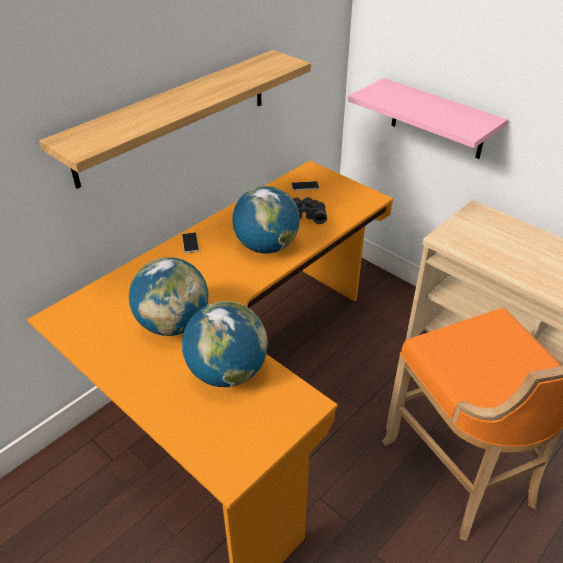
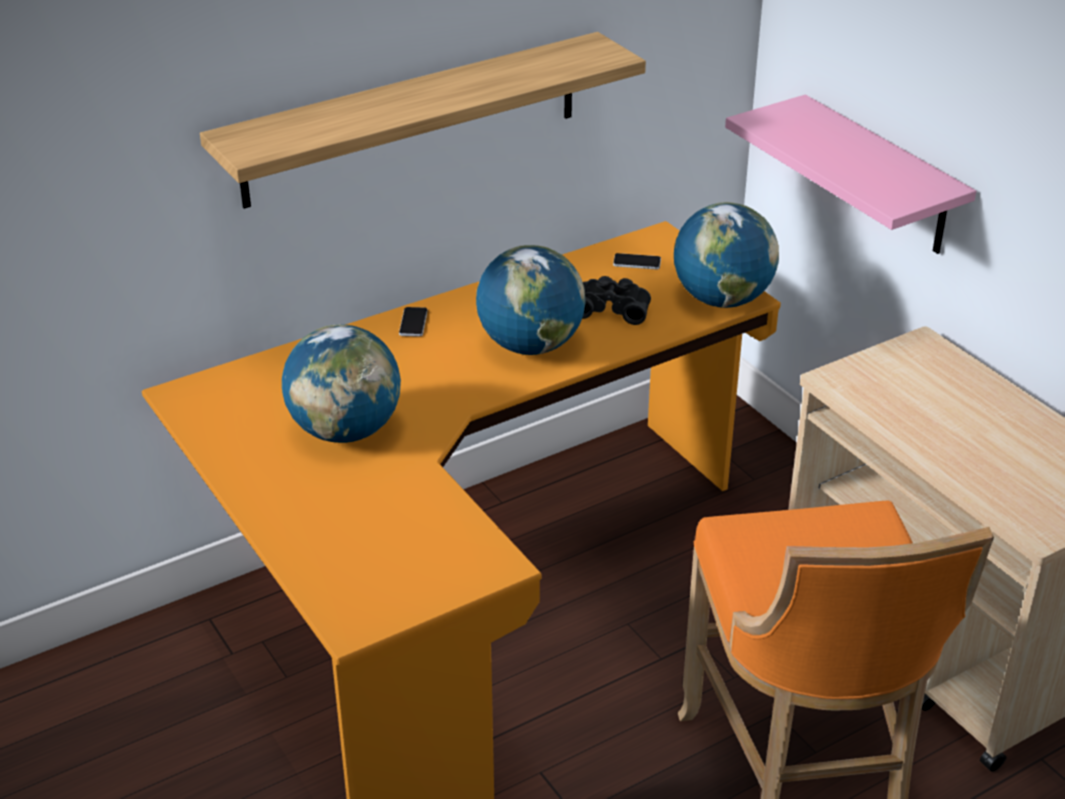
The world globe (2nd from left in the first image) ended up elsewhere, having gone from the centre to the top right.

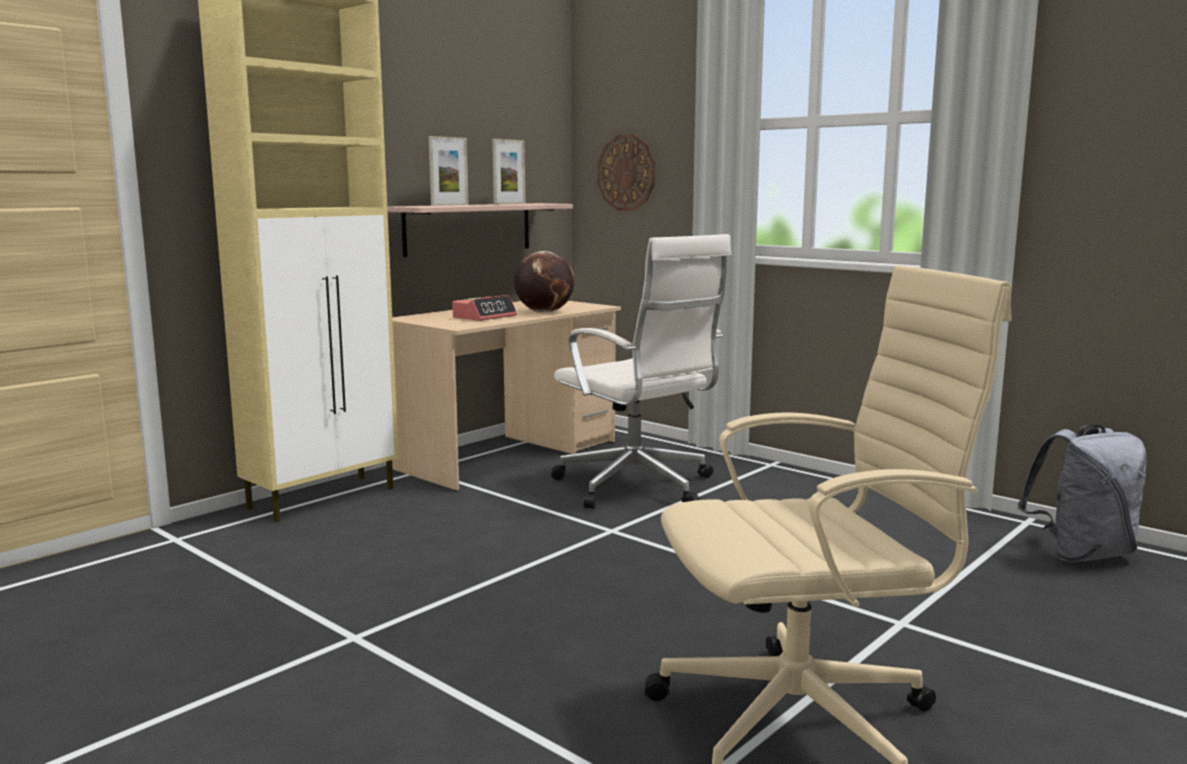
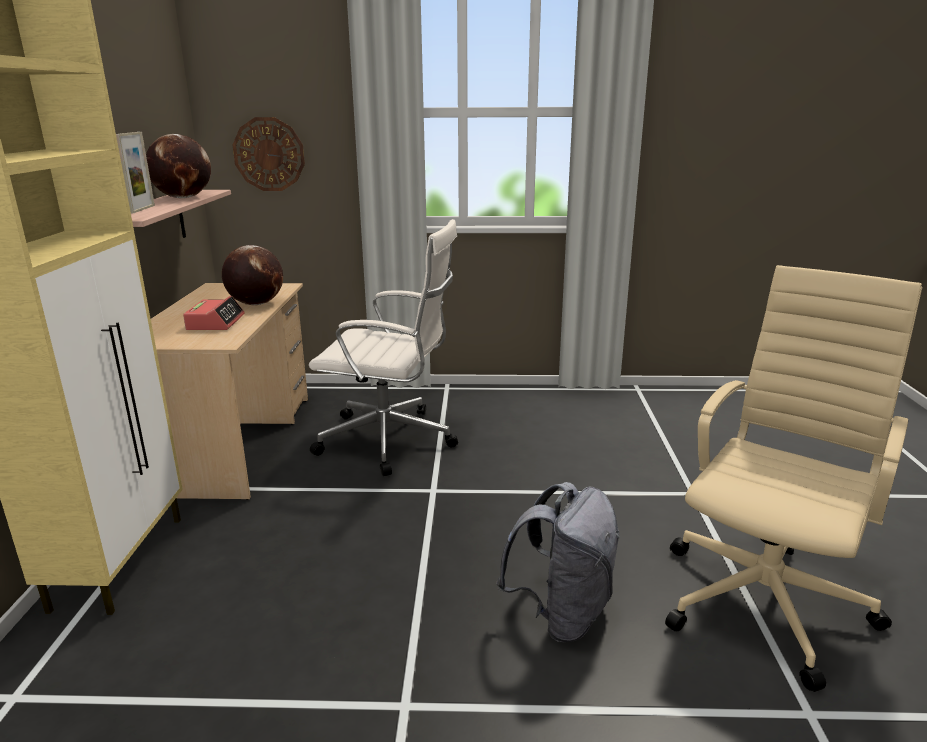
Where the photo frame (2nd from left) stood at the top centre, the world globe (1st from left) came to stand at the top left.
The backpack (greyish) ended up elsewhere, having gone from the middle right to the bottom centre.

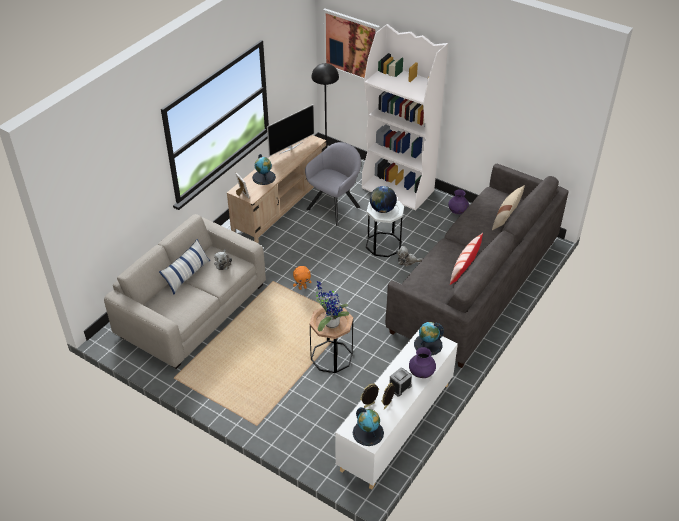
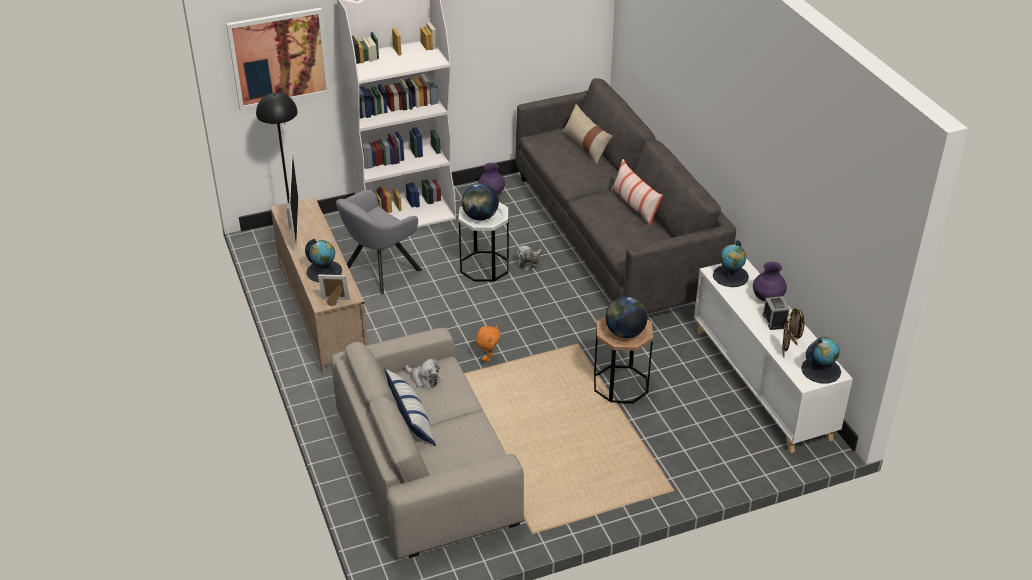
The lounge chair (greyish) at the centre ended up facing another way, 120 degrees counterclockwise from before.
Where the plant in a pot stood at the centre, the world globe (3rd from left) came to stand at the centre.

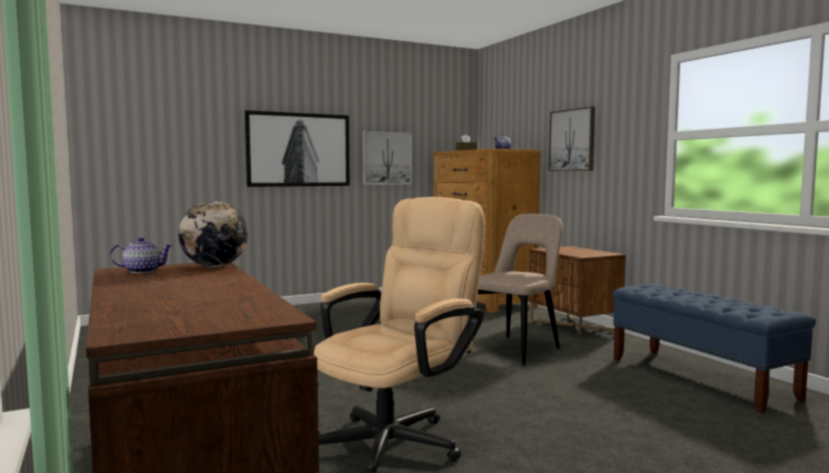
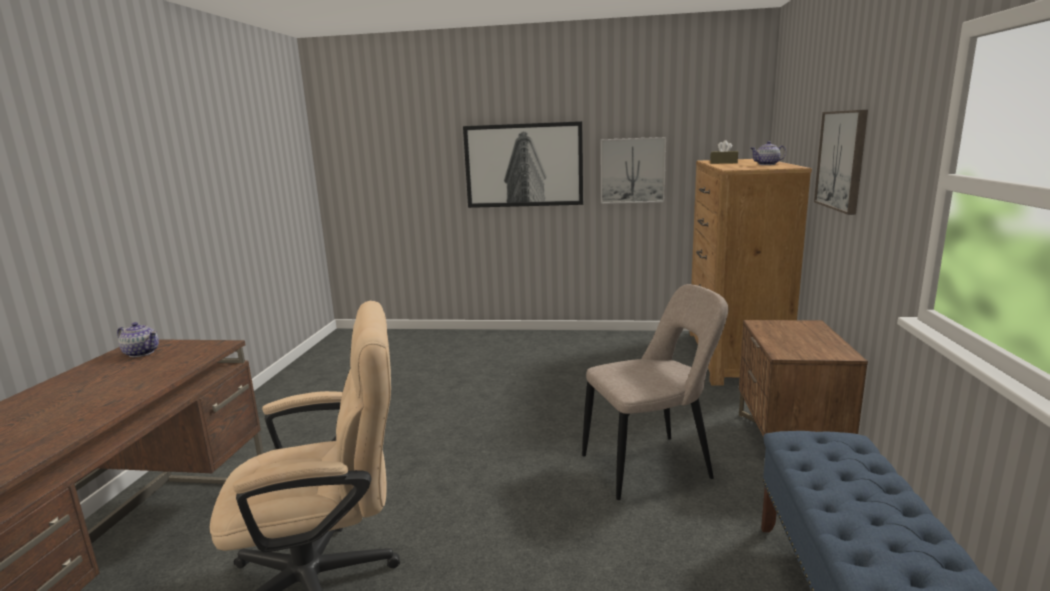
The second view lost the world globe at the middle left.

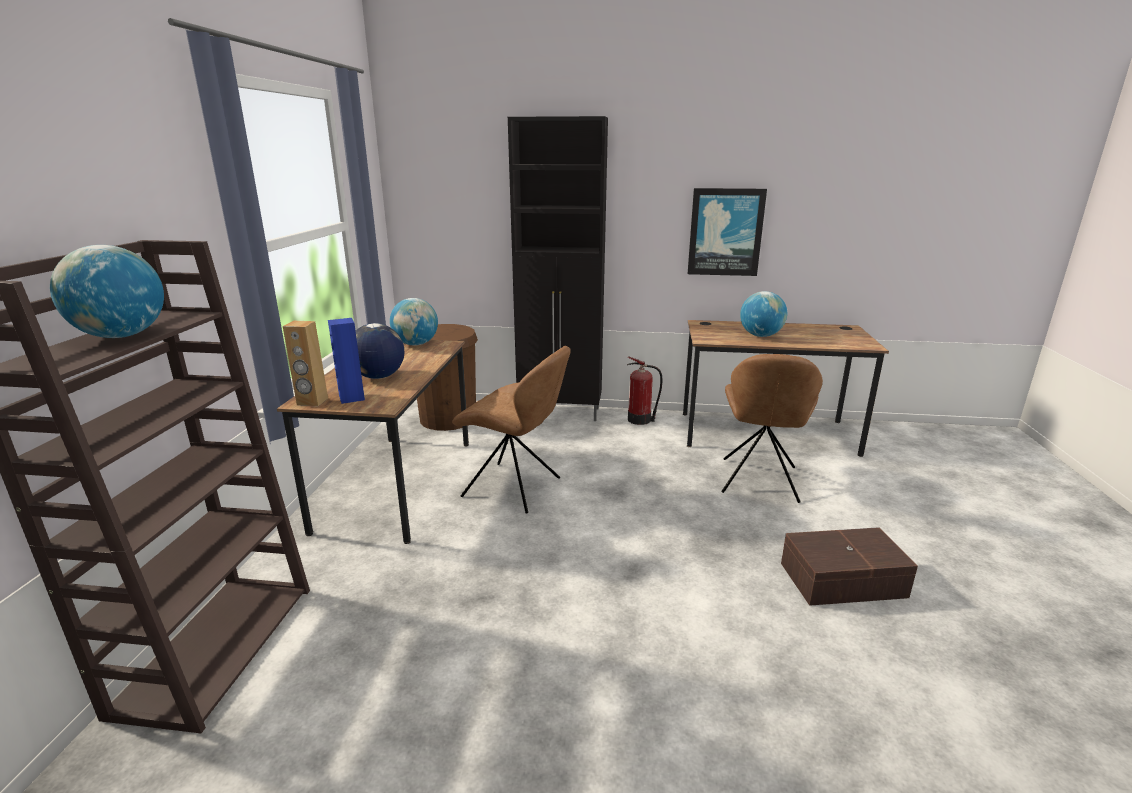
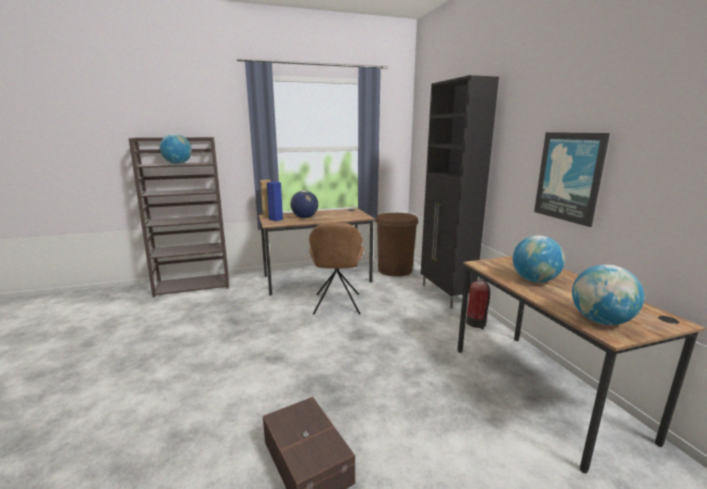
The world globe (3rd from left in the first image) ended up elsewhere, having gone from the centre to the middle right.
The second view lost the upright chair (brown) (2nd from left) at the middle right.

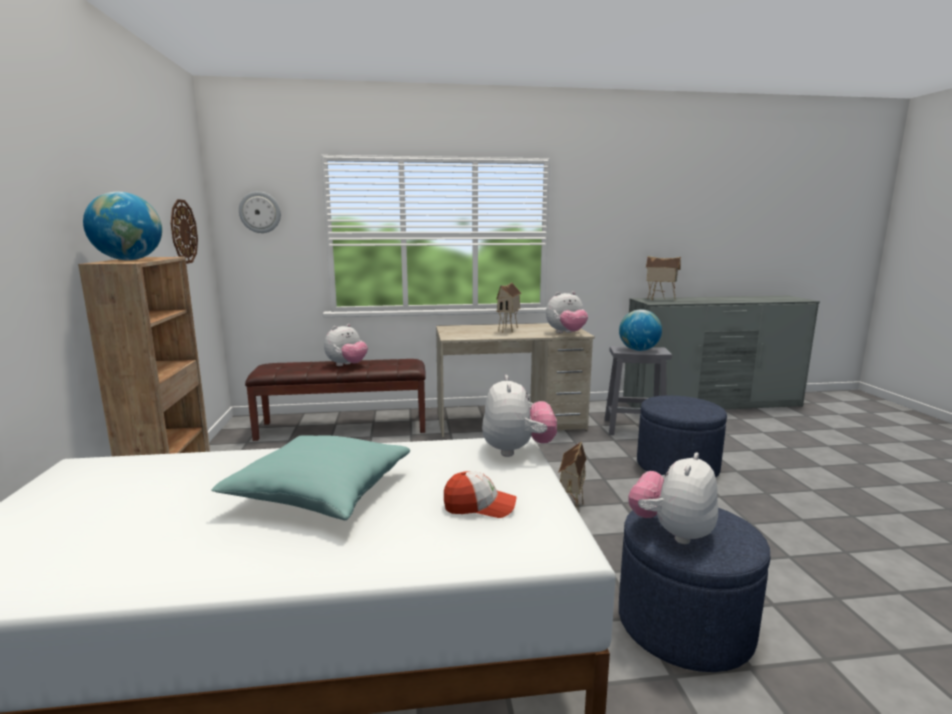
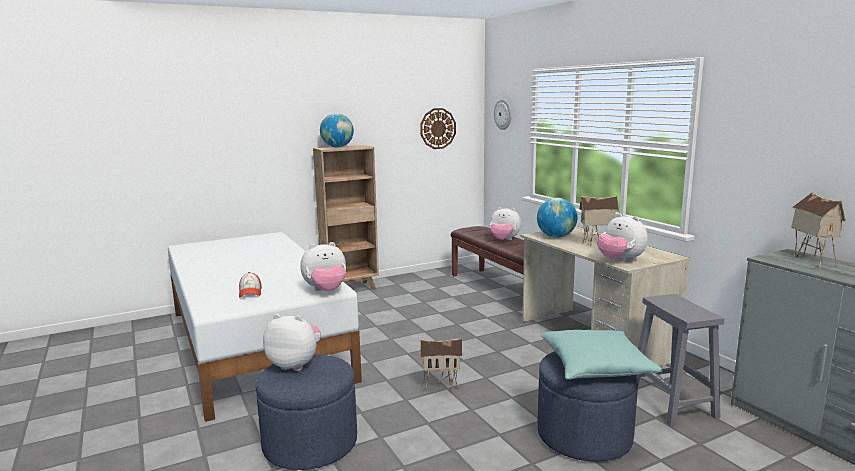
The cushion (turquoise-coloured) ended up elsewhere, having gone from the bottom left to the bottom right.
The world globe (2nd from left) ended up elsewhere, having gone from the middle right to the centre.

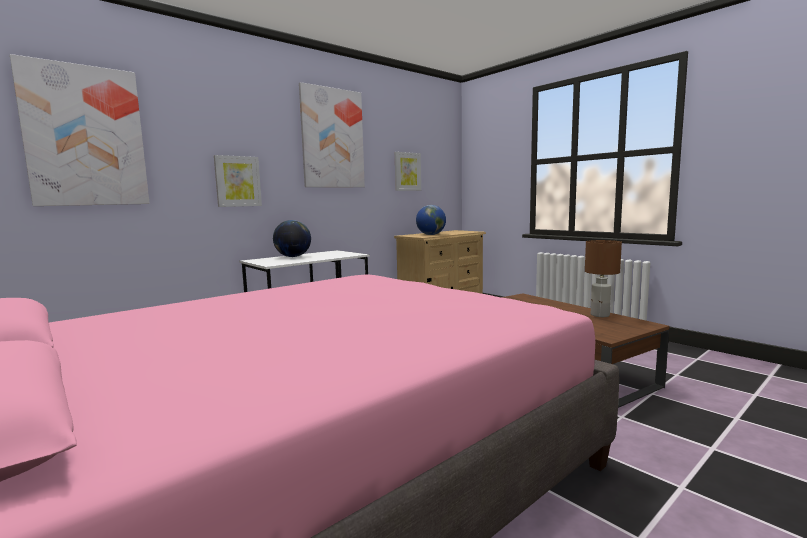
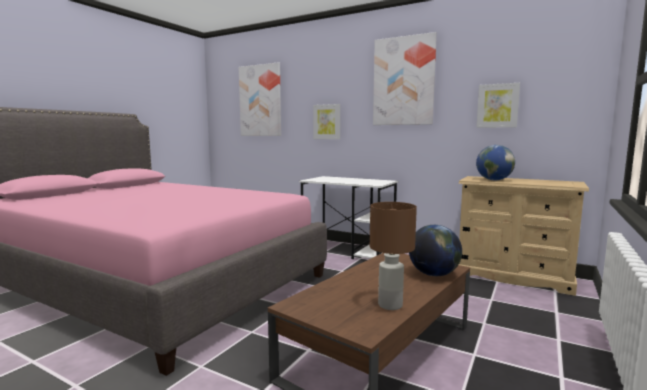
The world globe (1st from left) ended up elsewhere, having gone from the centre to the middle right.

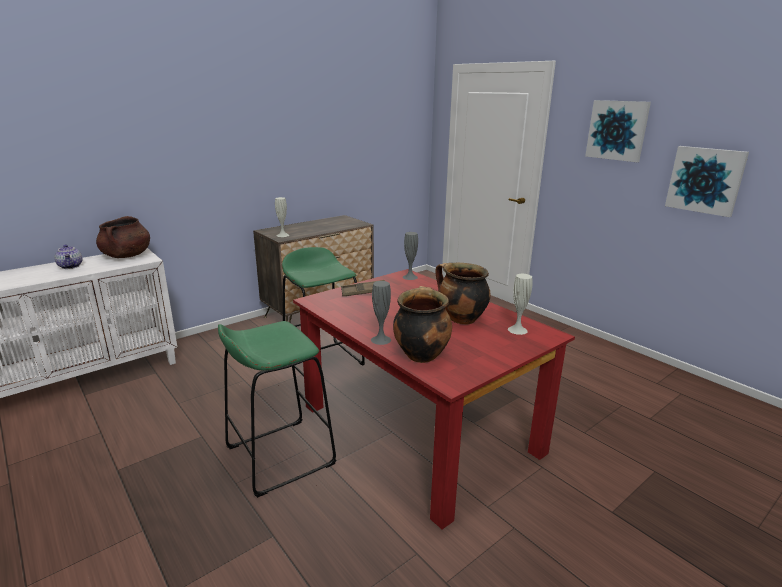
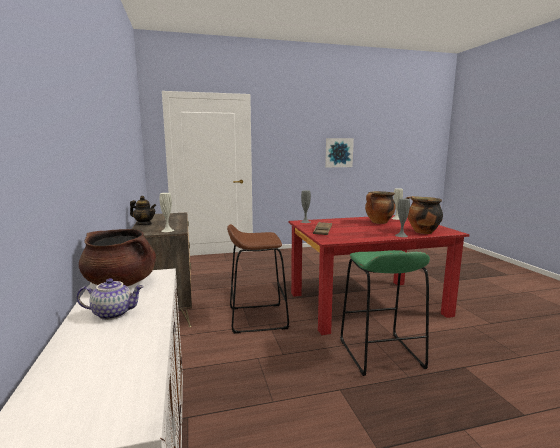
What was the stool (green) (2nd from left) at the centre turned into the stool (brown) at the centre.
The second view lost the wall art (1st from left) at the top right.
The second view gained the teapot (2nd from left) at the middle left.

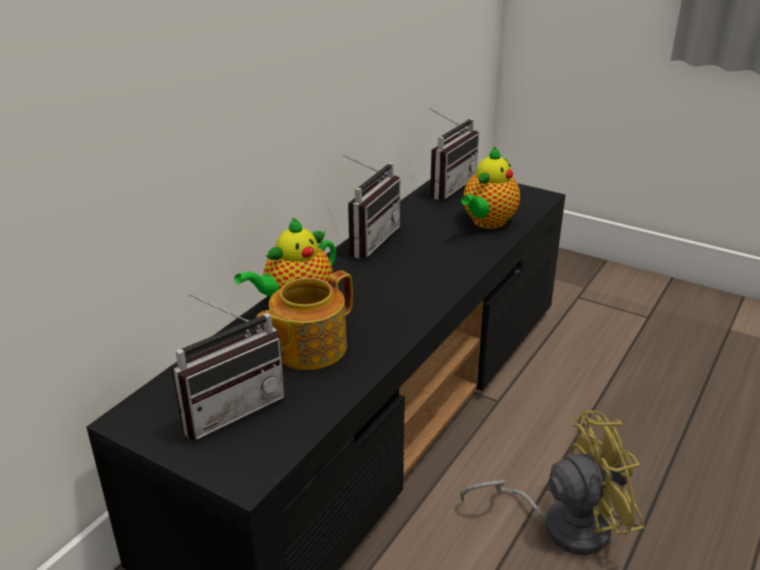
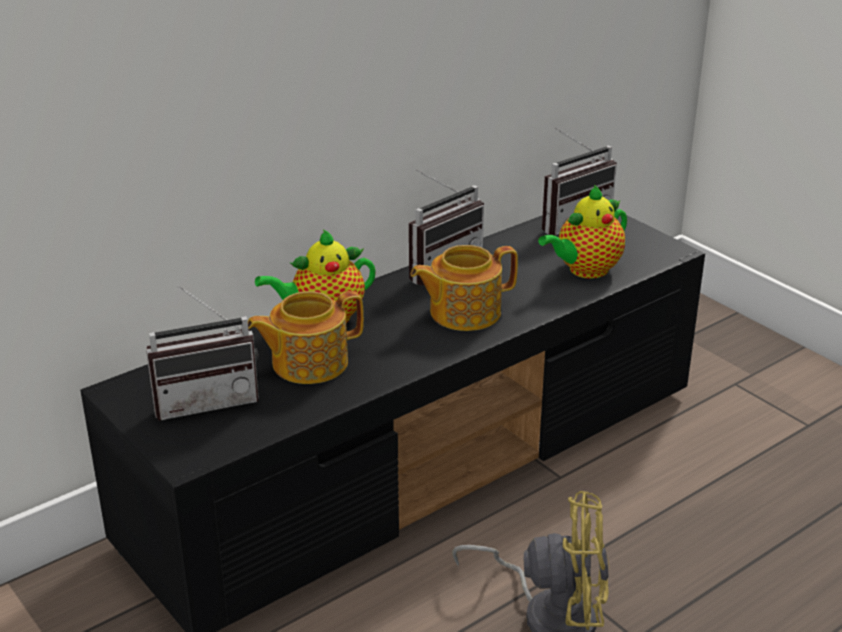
The second view gained the teapot (3rd from left) at the centre.

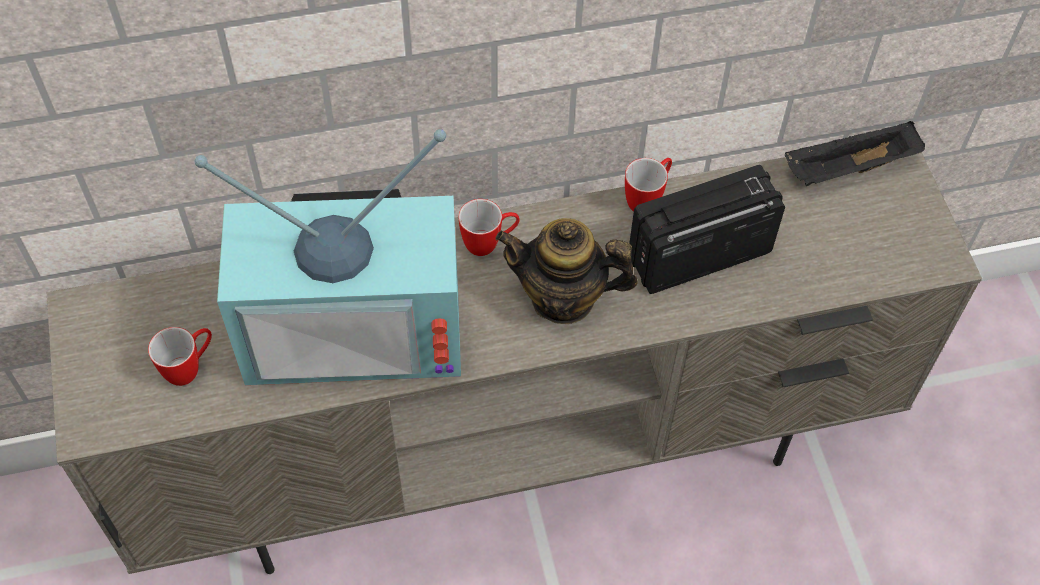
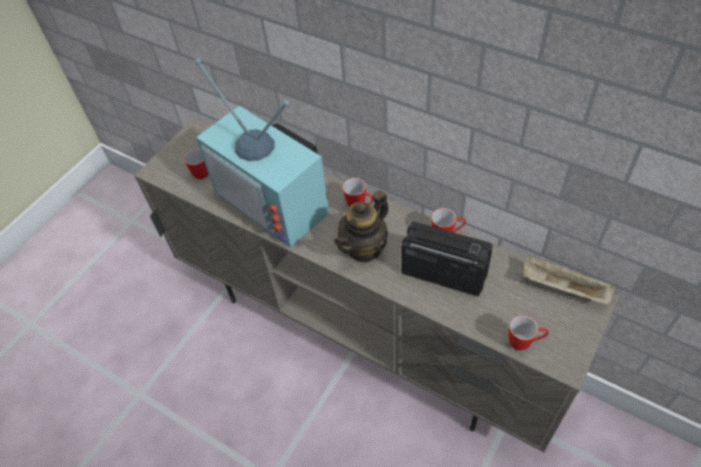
The teapot at the centre ended up facing another way, 105 degrees counterclockwise from before.
What was the carrying tray (blackish) at the top right turned into the carrying tray (sand-coloured) at the middle right.
The second view gained the mug (4th from left) at the bottom right.

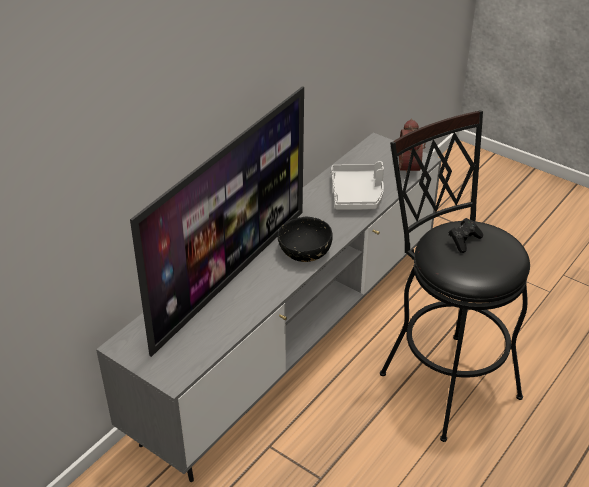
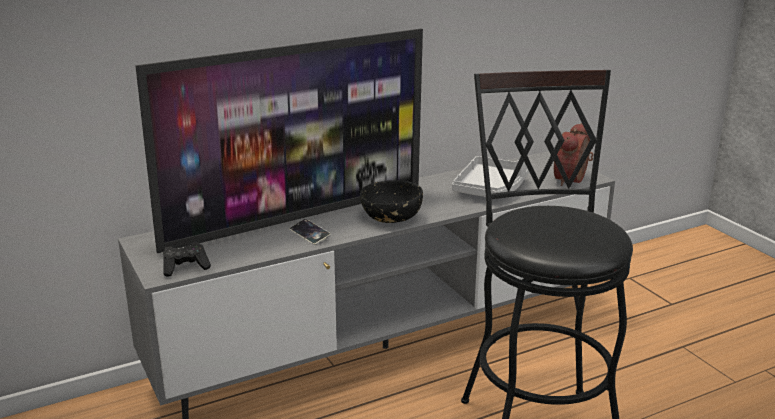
The game controller (blackish) ended up elsewhere, having gone from the middle right to the middle left.
The second view gained the telephone at the centre.

